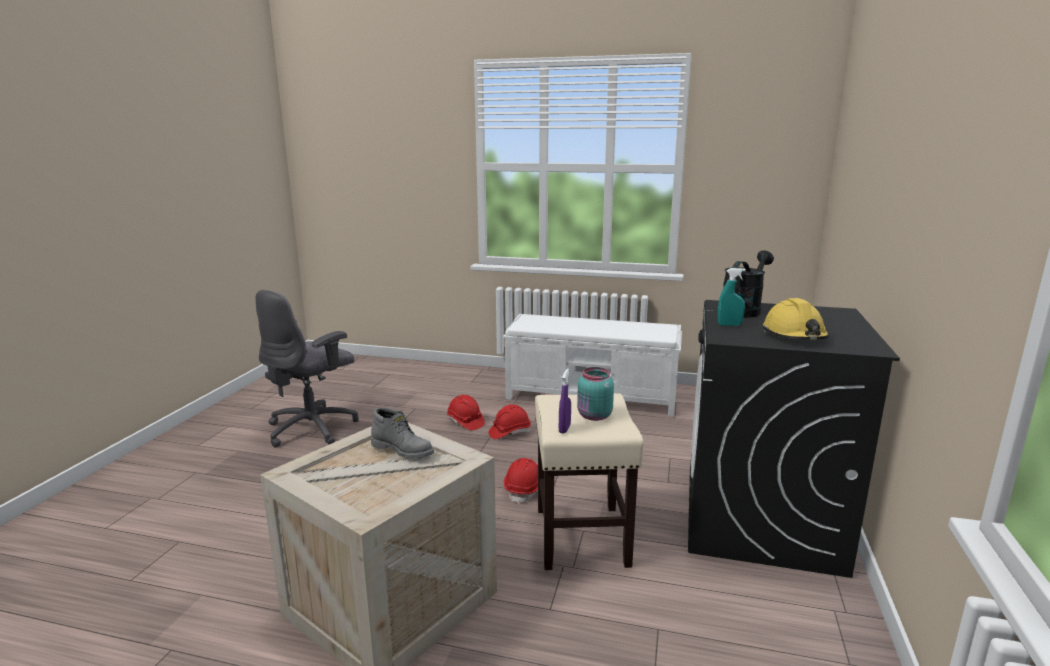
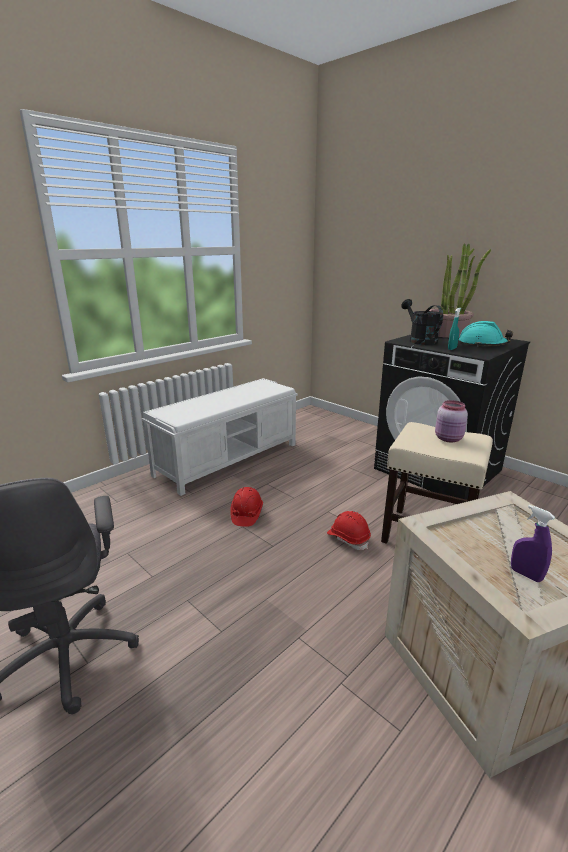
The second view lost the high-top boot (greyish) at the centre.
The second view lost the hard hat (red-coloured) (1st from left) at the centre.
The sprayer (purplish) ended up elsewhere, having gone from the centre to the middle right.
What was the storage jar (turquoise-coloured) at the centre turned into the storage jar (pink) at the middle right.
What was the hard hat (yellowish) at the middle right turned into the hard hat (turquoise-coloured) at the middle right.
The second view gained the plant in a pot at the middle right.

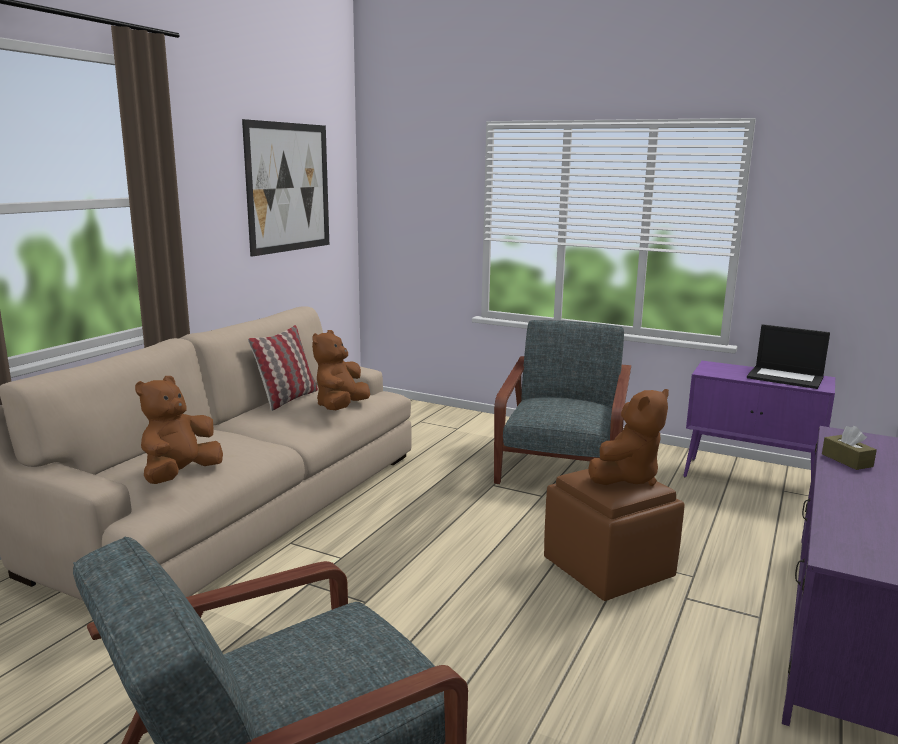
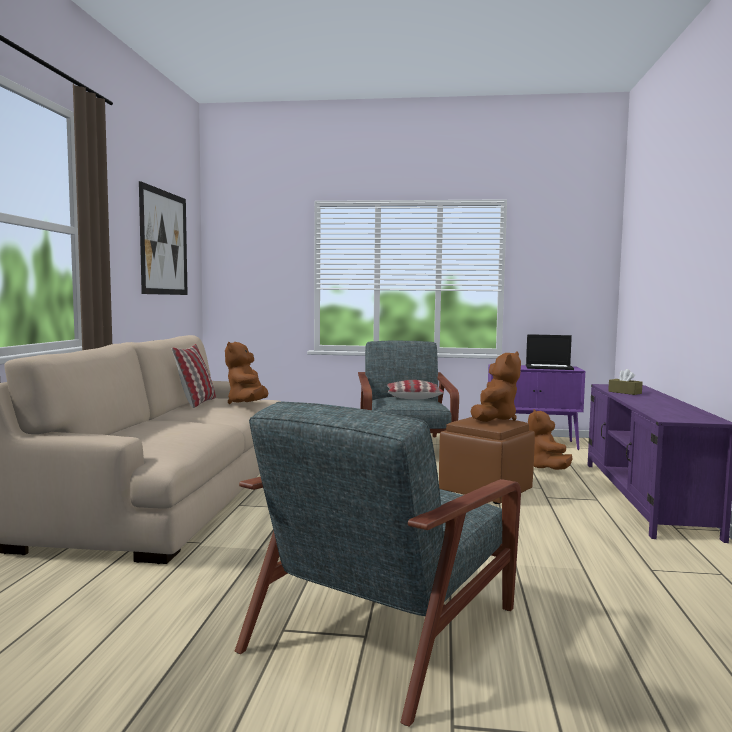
The soft toy (brown) (1st from left in the first image) ended up elsewhere, having gone from the middle left to the middle right.
The second view gained the cushion (2nd from left) at the centre.

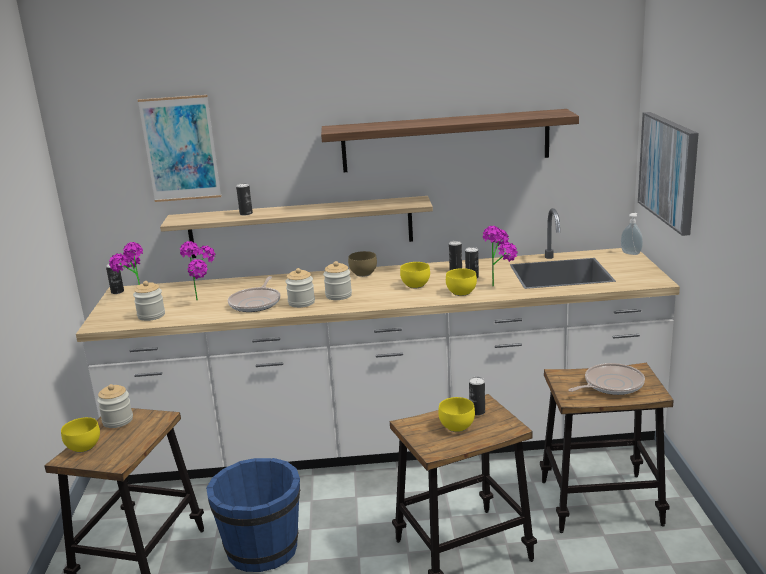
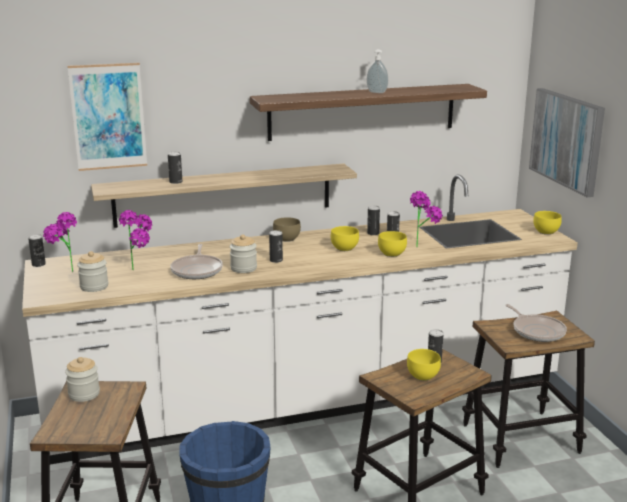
The serving bowl (yellowish) (1st from left in the first image) ended up elsewhere, having gone from the bottom left to the middle right.
Where the storage jar (4th from left) stood at the centre, the sealed can (3rd from left) came to stand at the centre.
The skillet (2nd from left) at the middle right ended up facing another way, 105 degrees clockwise from before.
The liquid soap bottle ended up elsewhere, having gone from the middle right to the top centre.

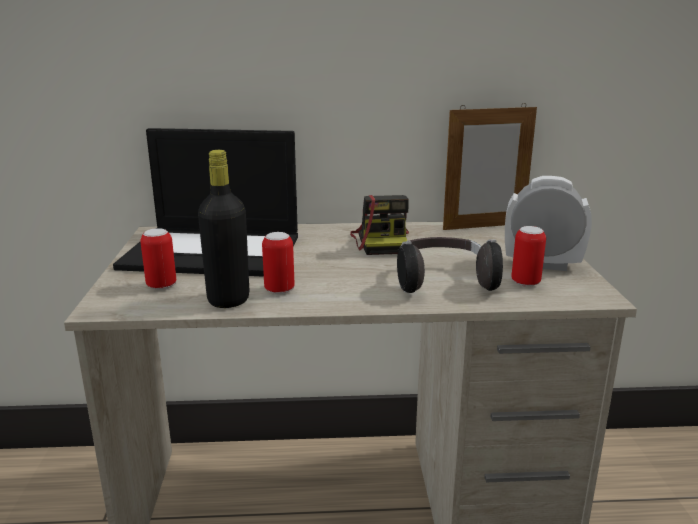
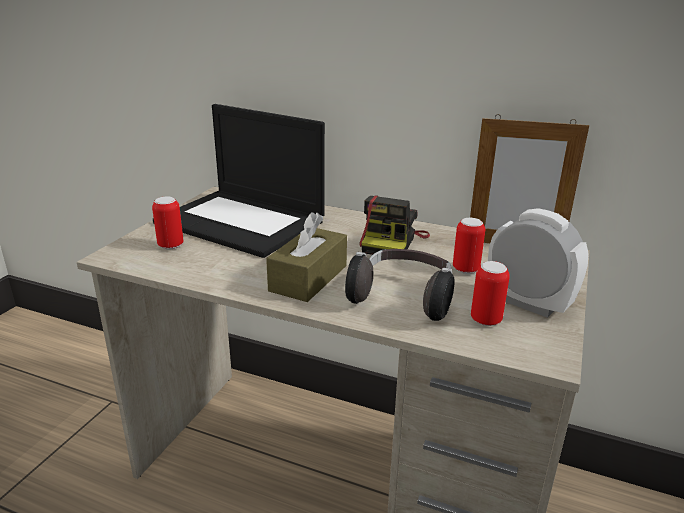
The second view lost the drink bottle (blackish) at the middle left.
The sealed can (2nd from left) ended up elsewhere, having gone from the centre to the middle right.
The second view gained the box of tissues (brown) at the centre.

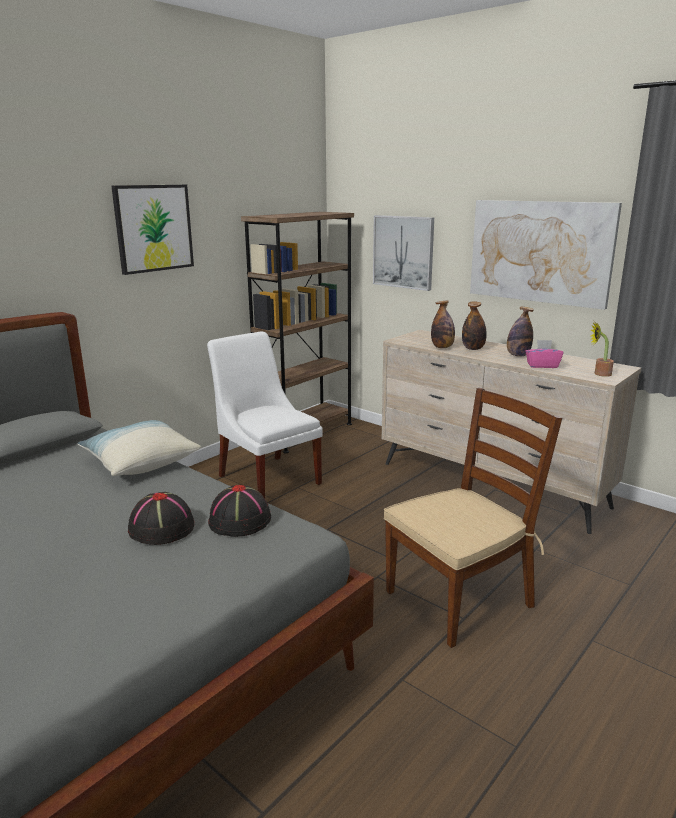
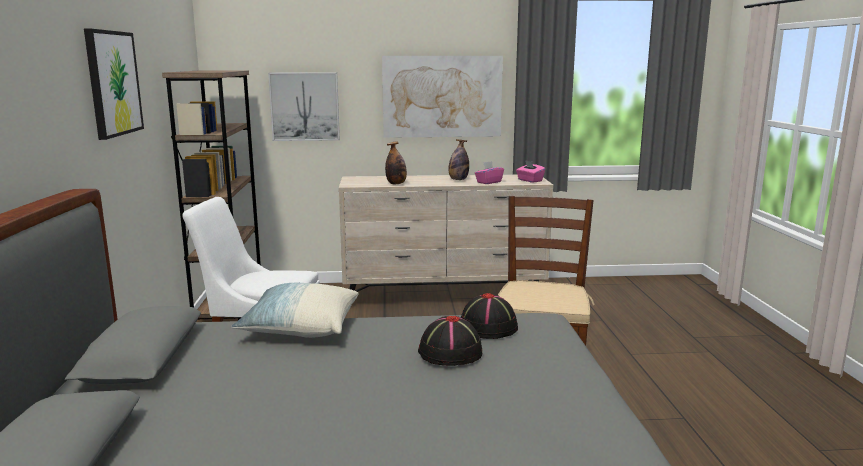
The second view lost the drink bottle (2nd from left) at the middle right.
Where the plant in a pot stood at the middle right, the box of tissues (pink) (2nd from left) came to stand at the centre.

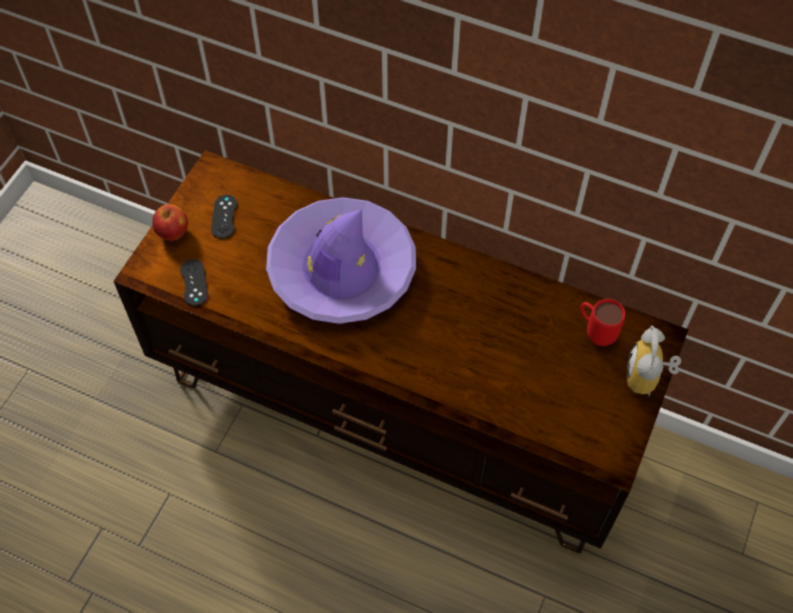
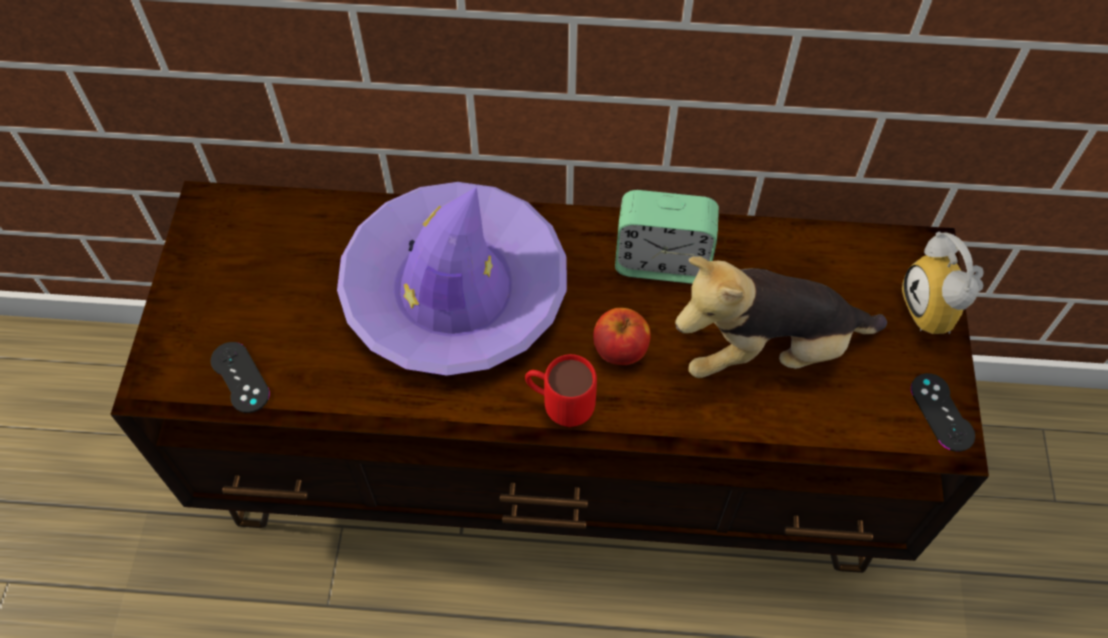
The whole apple ended up elsewhere, having gone from the middle left to the centre.
The game controller (blackish) (2nd from left) ended up elsewhere, having gone from the middle left to the middle right.
The mug (red-coloured) ended up elsewhere, having gone from the middle right to the centre.
The second view gained the alarm clock (1st from left) at the centre.
The second view gained the soft toy at the middle right.

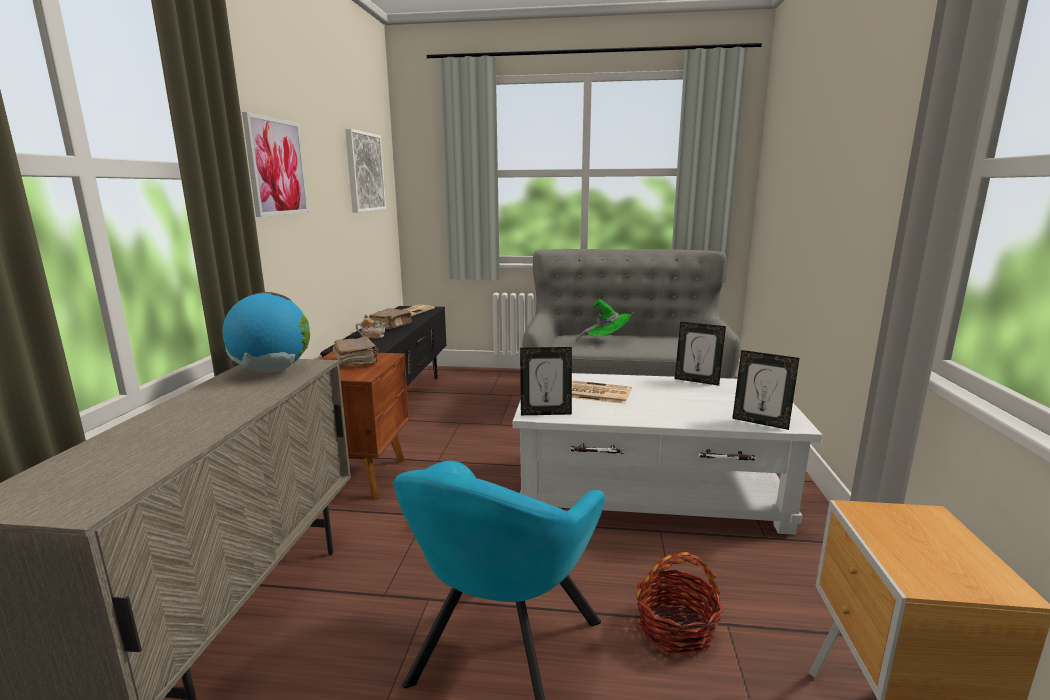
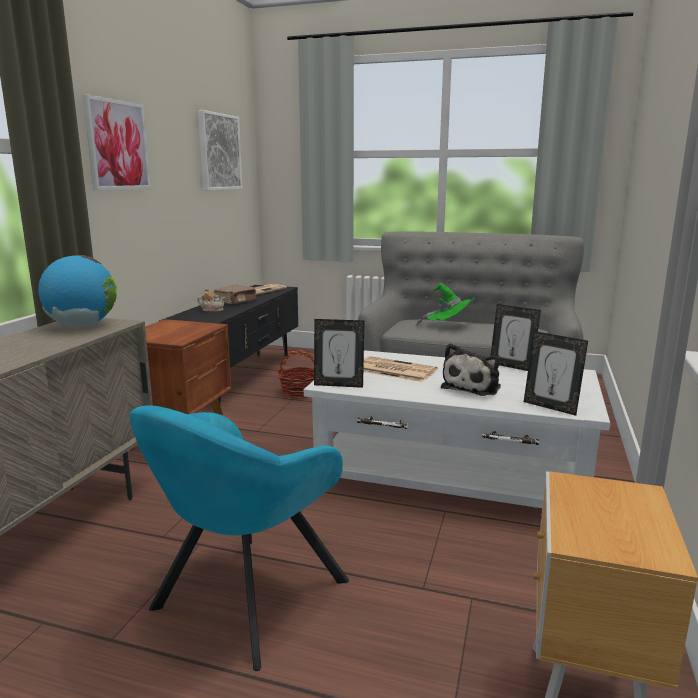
The second view lost the book (brown) (1st from left) at the centre.
The household basket ended up elsewhere, having gone from the bottom centre to the centre.
The second view gained the soft toy at the middle right.

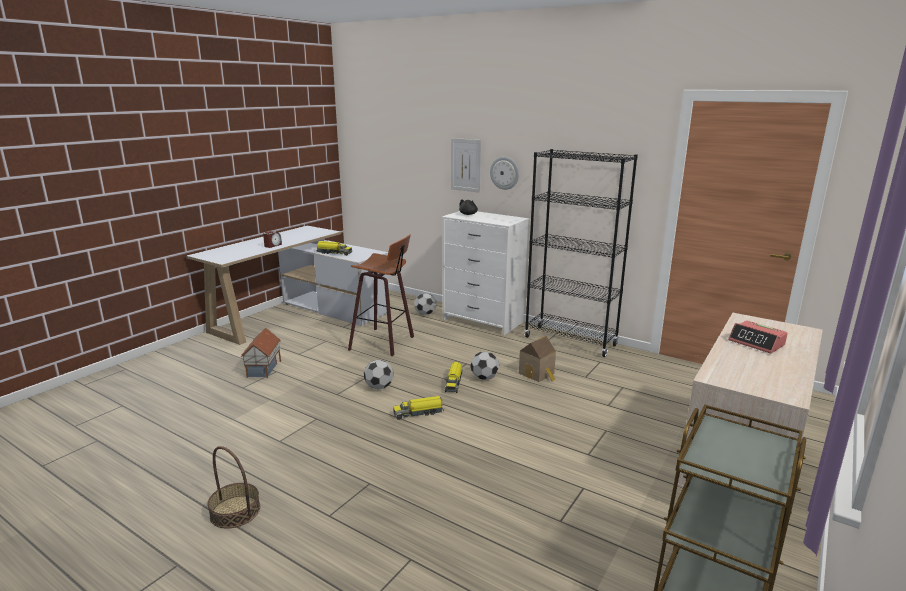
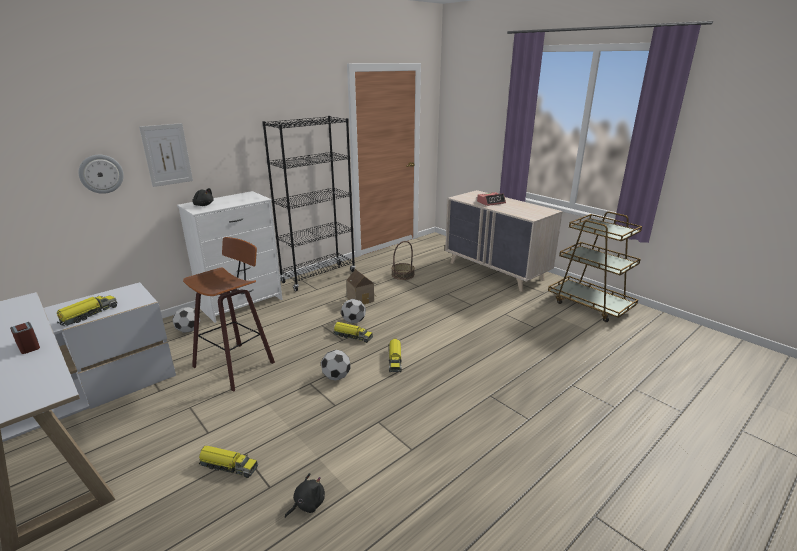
The household basket ended up elsewhere, having gone from the bottom left to the centre.
Where the toy house (1st from left) stood at the middle left, the model truck (2nd from left) came to stand at the bottom left.
The clock on the wall ended up elsewhere, having gone from the top centre to the top left.
The second view gained the soft toy (blackish) (2nd from left) at the bottom centre.

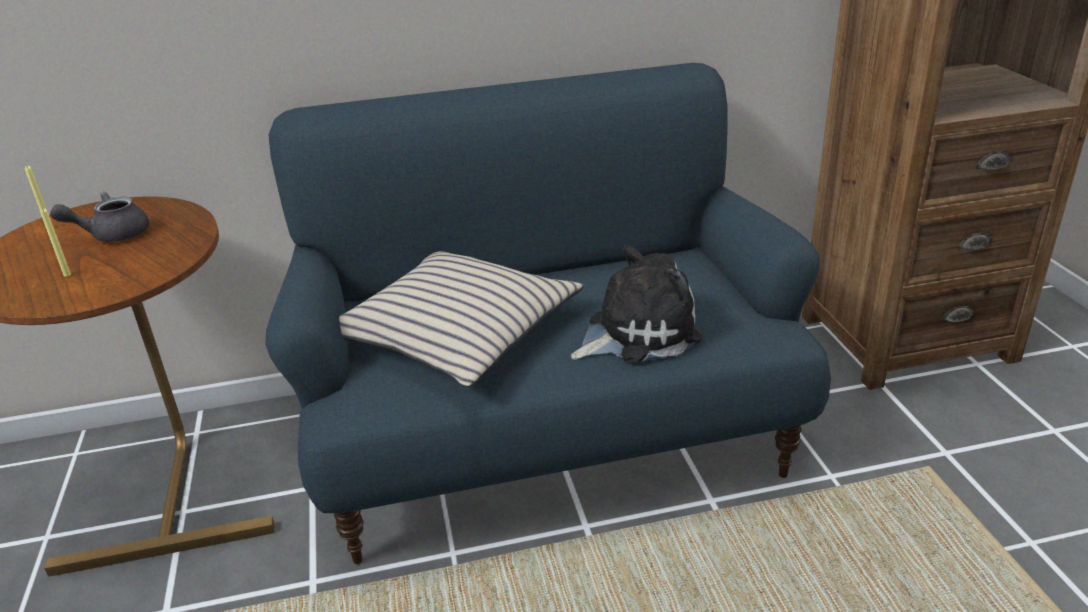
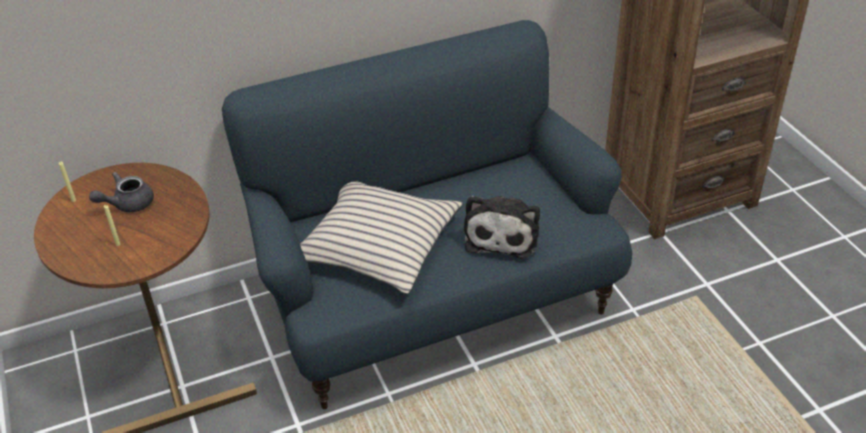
The soft toy at the centre ended up facing another way, 135 degrees clockwise from before.

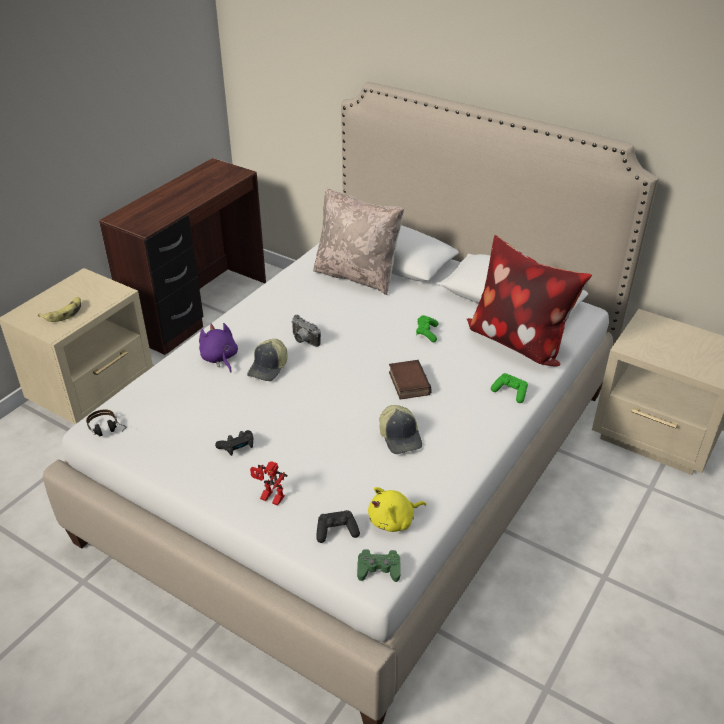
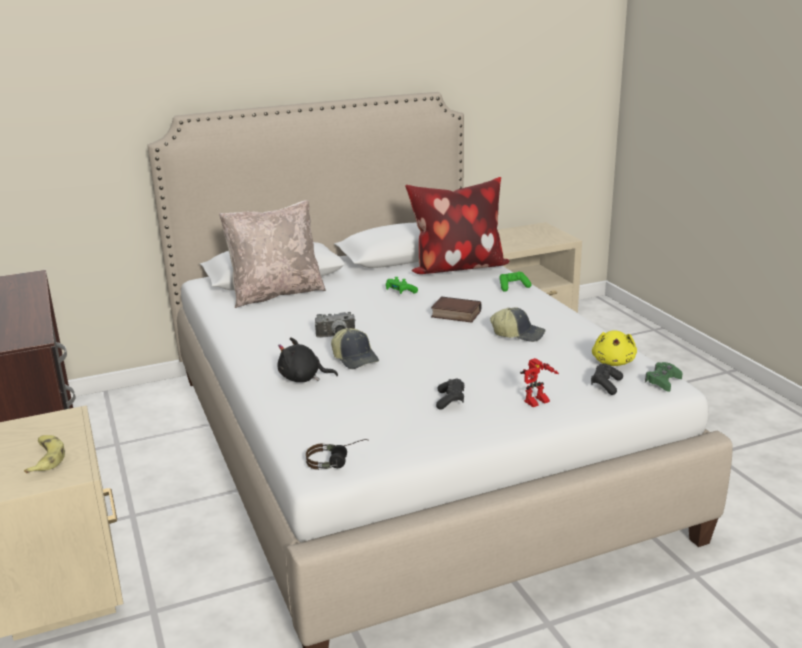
What was the soft toy (purplish) at the middle left turned into the soft toy (blackish) at the centre.

